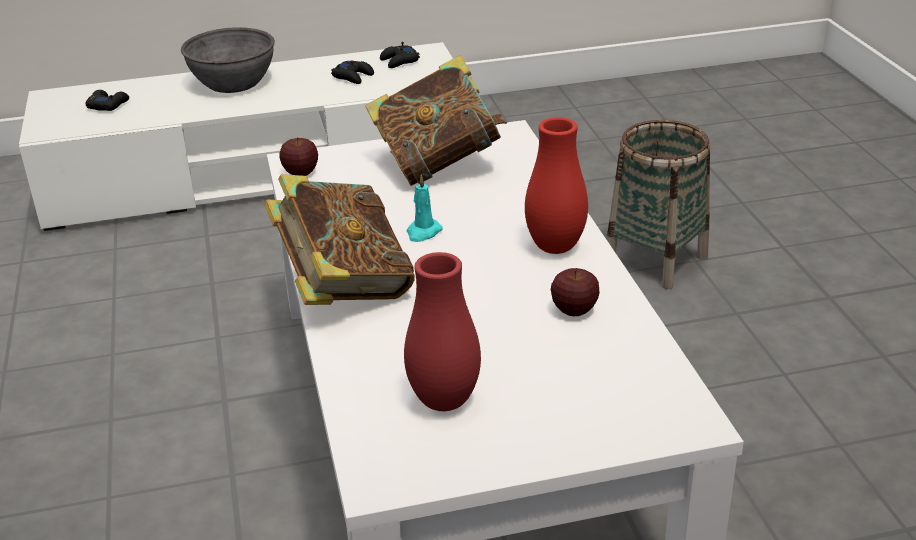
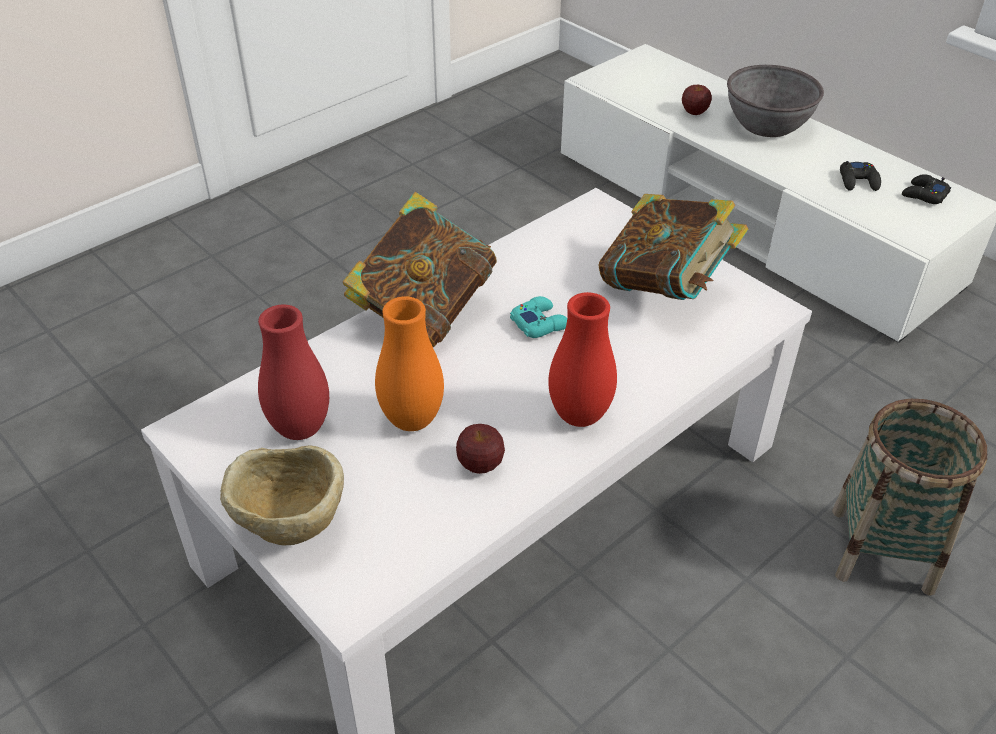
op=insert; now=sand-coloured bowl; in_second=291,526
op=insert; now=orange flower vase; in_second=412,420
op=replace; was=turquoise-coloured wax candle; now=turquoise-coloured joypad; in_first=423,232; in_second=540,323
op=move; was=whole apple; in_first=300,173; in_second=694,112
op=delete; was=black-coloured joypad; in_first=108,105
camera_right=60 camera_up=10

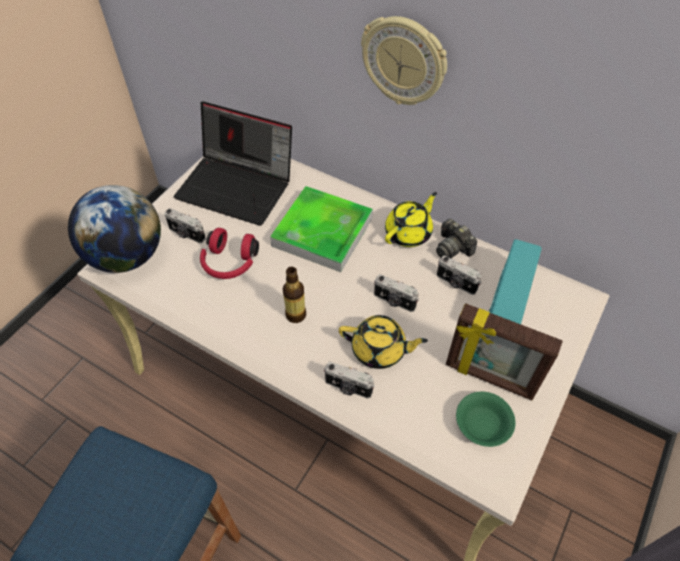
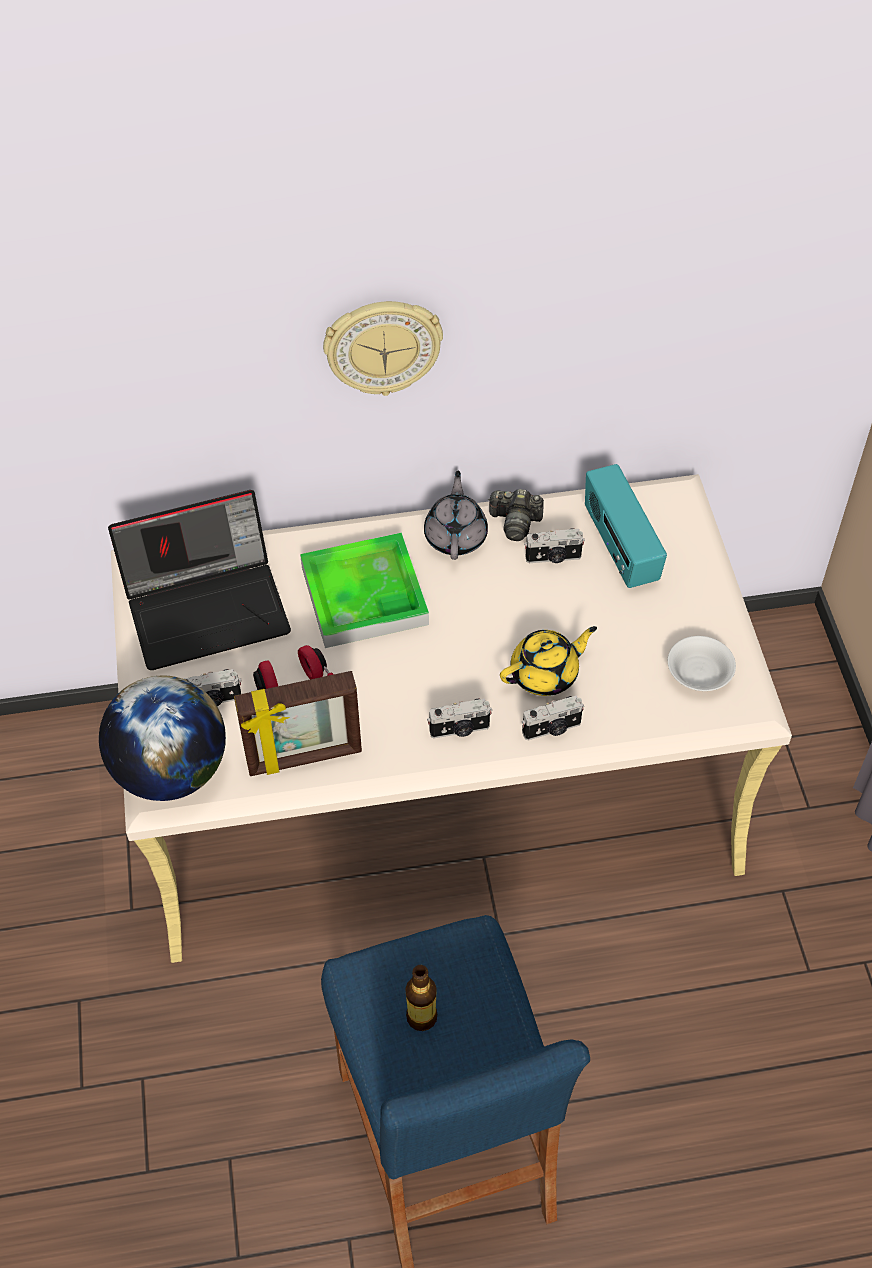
op=move; was=picture frame; in_first=489,378; in_second=304,758
op=move; was=bottle; in_first=295,315; in_second=421,1017
op=recolor; was=yellow tea pot; now=gray tea pot; in_first=409,233; in_second=456,536
op=move; was=photo camera; in_first=394,301; in_second=460,730
op=recolor; was=green-coloured bowl; now=whitish bowl; in_first=481,424; in_second=698,674
camera_right=-40 camera_up=0

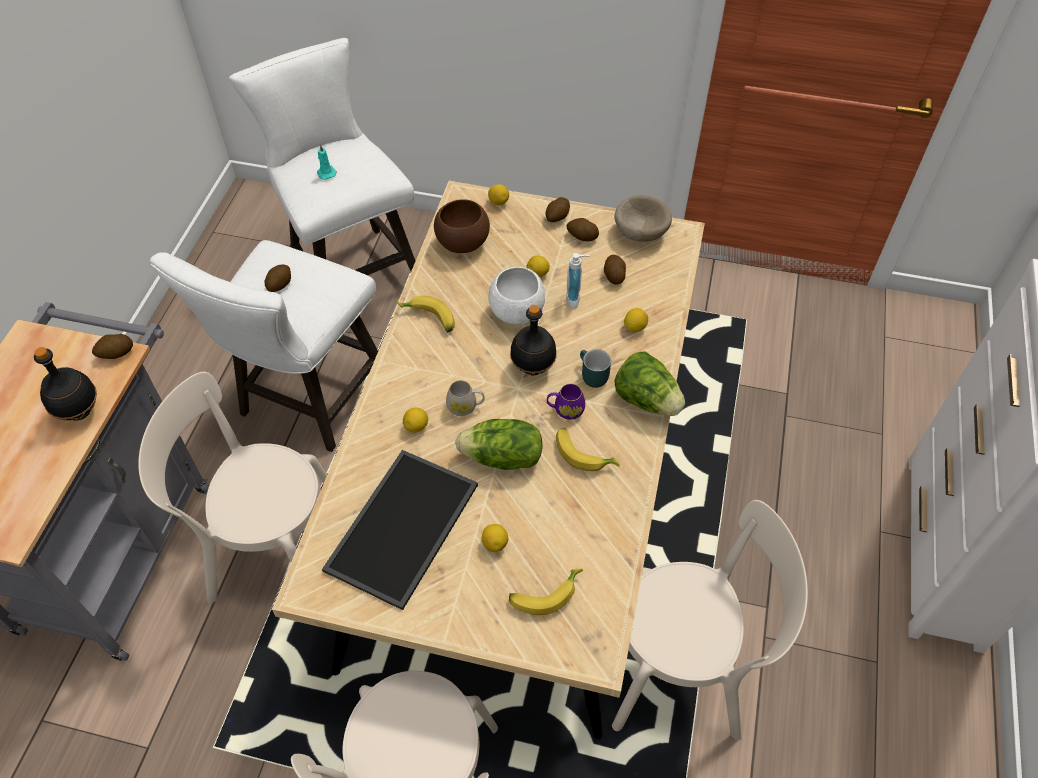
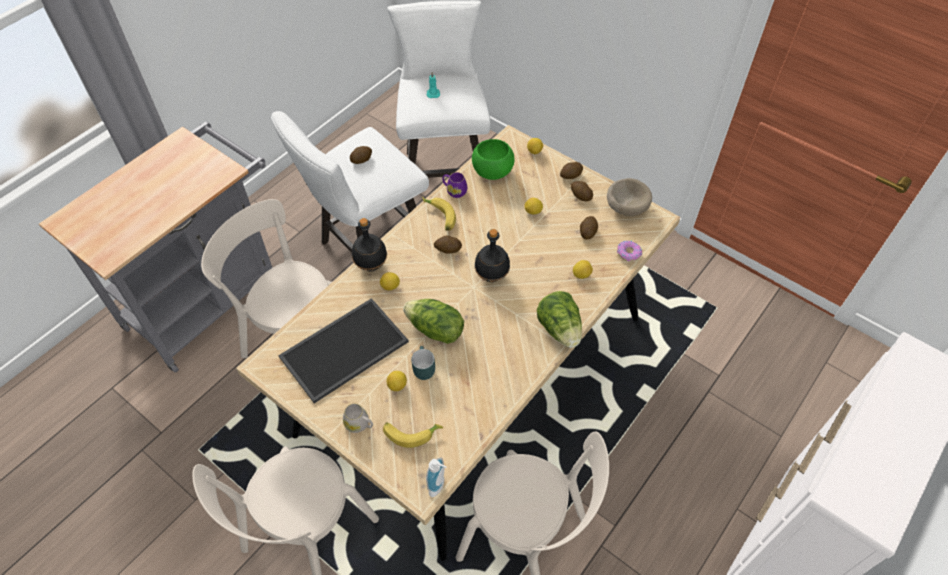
op=move; was=whitish coffee mug; in_first=465,406; in_second=360,424
op=move; was=black-coloured bottle; in_first=80,411; in_second=371,265
op=move; was=turquoise-coloured coffee mug; in_first=590,376; in_second=422,368
op=move; was=liquid soap bottle; in_first=576,299; in_second=439,487
op=move; was=potato; in_first=116,354; in_second=448,250
op=move; was=purplish coffee mug; in_first=565,410; in_second=454,191
op=recolor; was=brown bowl; now=green-coloured bowl; in_first=462,243; in_second=492,172
op=insert; now=donut; in_second=628,253
op=delete; was=whitish bowl; in_first=517,312
op=delete; was=whole banana; in_first=584,454
camera_right=25 camera_up=0

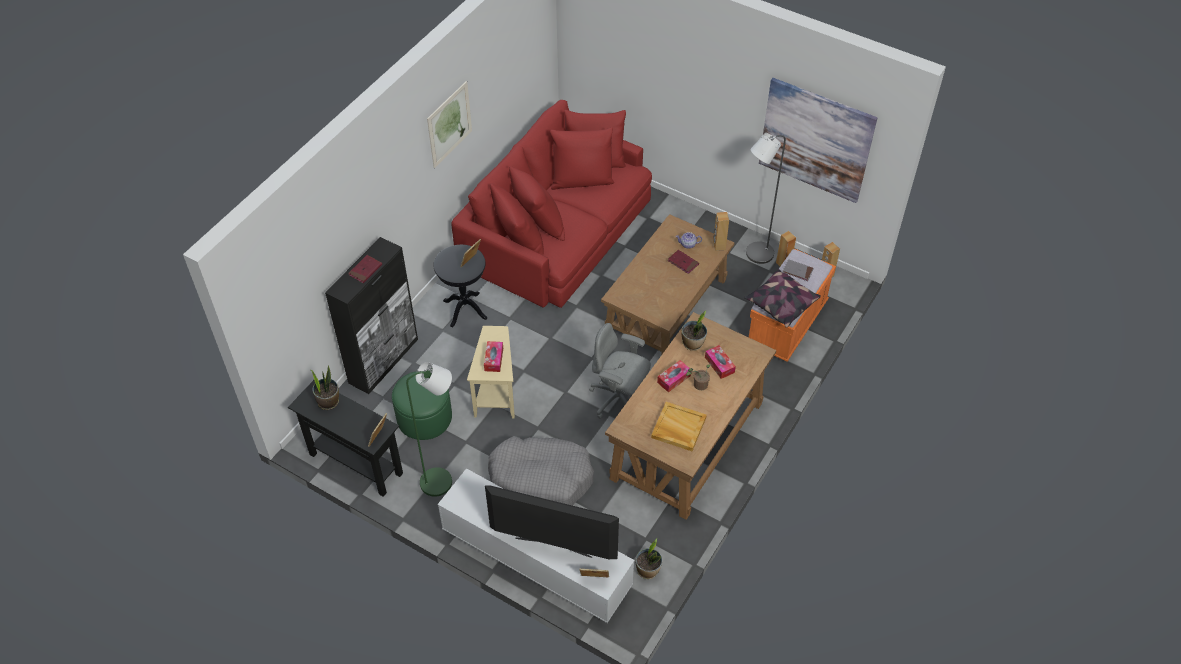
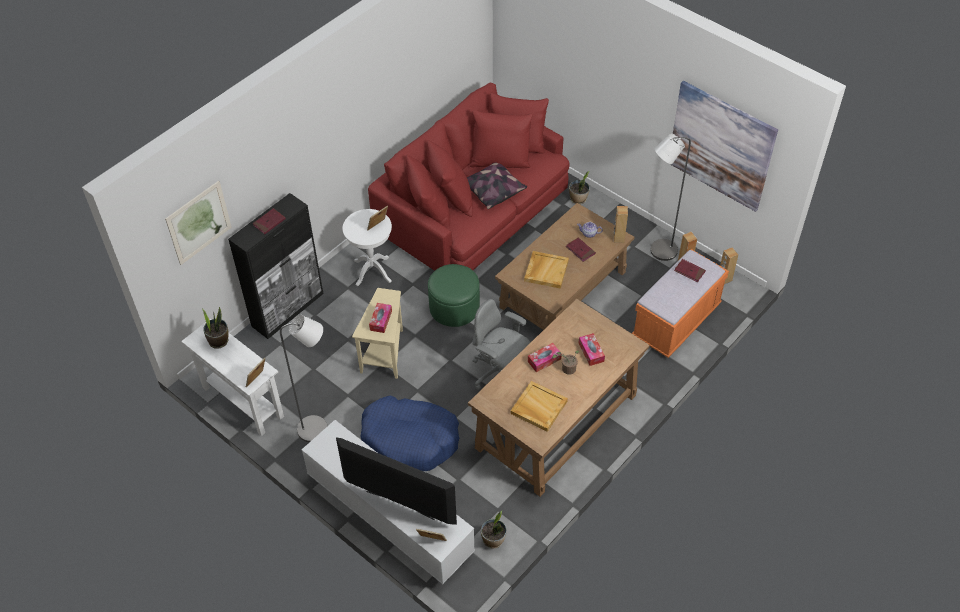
op=move; was=wall picture; in_first=449,124; in_second=199,222
op=recolor; was=black-coloured hall table; now=whitish hall table; in_first=356,463; in_second=243,402
op=recolor; was=green-coloured standard lamp; now=gray standard lamp; in_first=442,481; in_second=318,429
op=recolor; was=black-coloured end table; now=whitish end table; in_first=465,309; in_second=372,271
op=recolor; was=gray dog bed; now=bluish dog bed; in_first=540,480; in_second=410,440
op=move; was=green-coloured ottoman; in_first=424,417; in_second=454,307
op=move; was=throw pillow; in_first=780,304; in_second=492,191
op=insert; now=sand-coloured tray; in_second=546,270
op=move; was=plant in a pot; in_first=693,344; in_second=578,199
op=recolor; was=gray bound book; now=red bound book; in_first=797,271; in_second=689,271
camera_right=10 camera_up=0

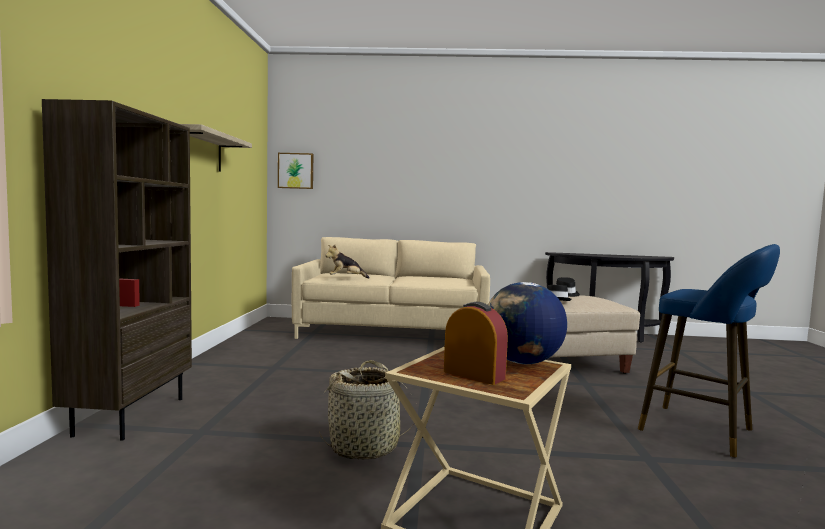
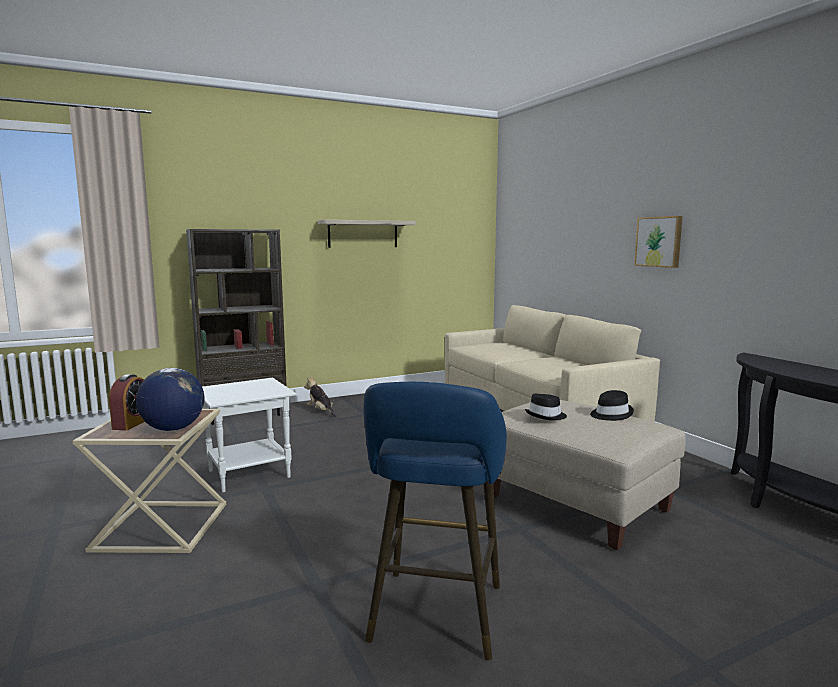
op=replace; was=household basket; now=whitish end table; in_first=365,446; in_second=248,474
op=move; was=plush toy; in_first=346,278; in_second=321,412
op=move; was=wall picture; in_first=296,171; in_second=659,241
camera_right=60 camera_up=5

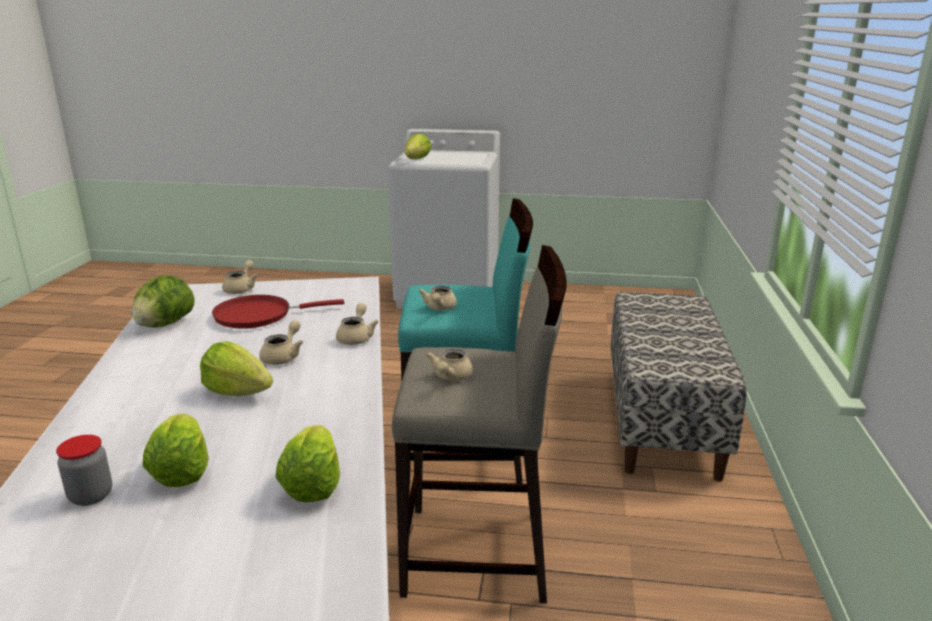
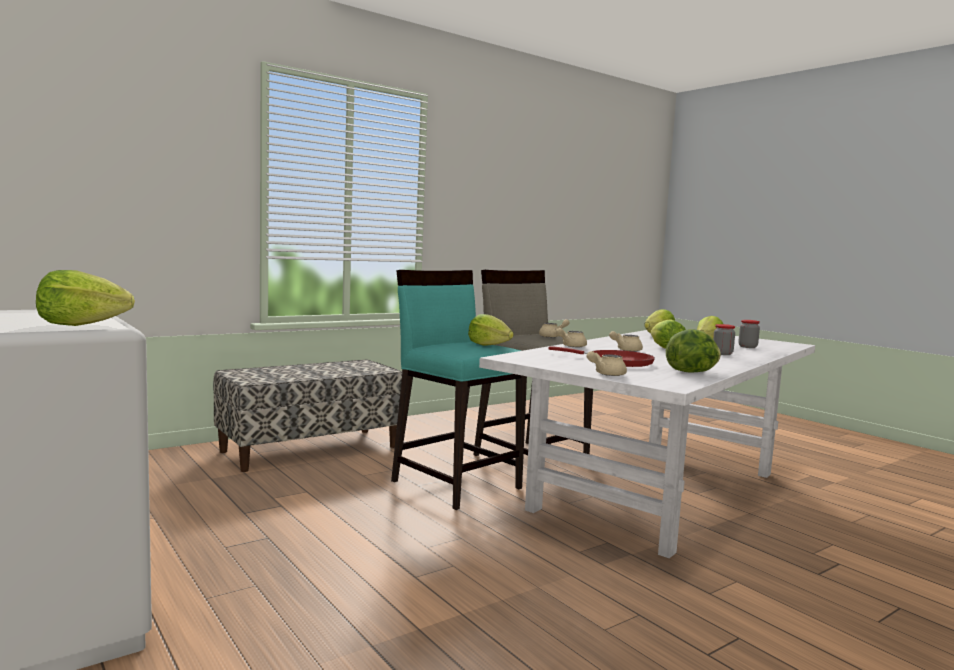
op=replace; was=sand-coloured tea pot; now=lettuce head; in_first=439,308; in_second=488,345
op=insert; now=preserve jar; in_second=722,354
camera_right=-135 camera_up=-15

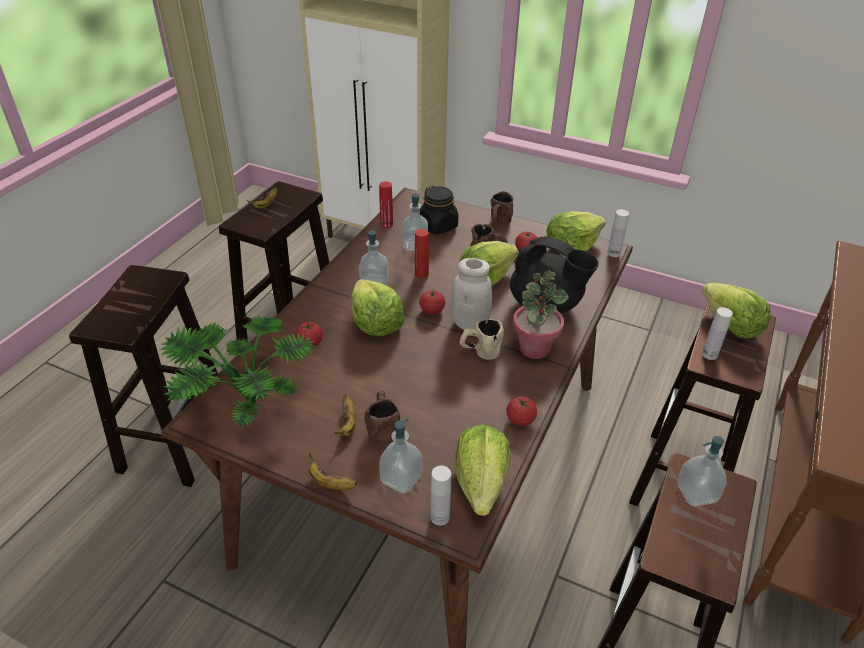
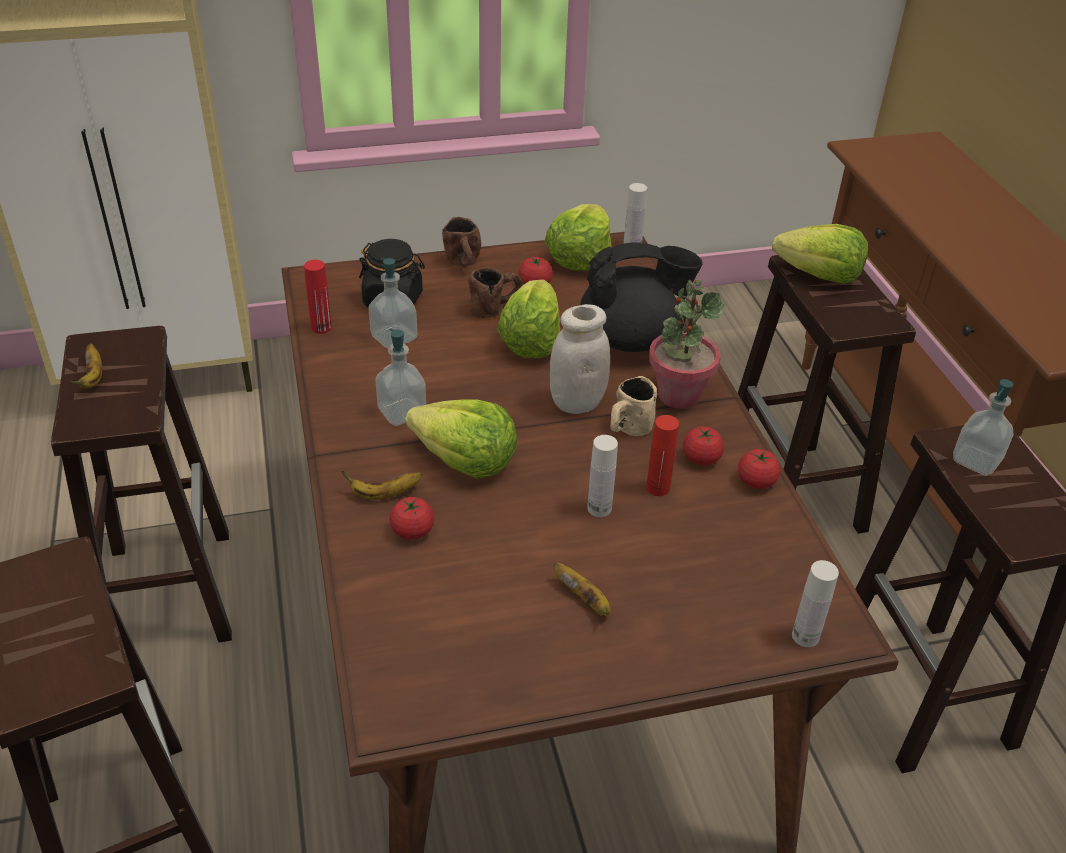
op=move; was=whole banana; in_first=330,483; in_second=384,494
op=move; was=whitish bottle; in_first=709,354; in_second=599,508
op=move; was=red bottle; in_first=421,274; in_second=658,488
op=move; was=fresh tomato; in_first=432,310; in_second=701,458
op=delete; was=plant in a pot; in_first=244,402
op=delete; was=brown coffee mug; in_first=382,427
op=delete; was=liquid soap bottle; in_first=401,479
op=delete; was=lettuce head; in_first=481,483
camera_right=-40 camera_up=0

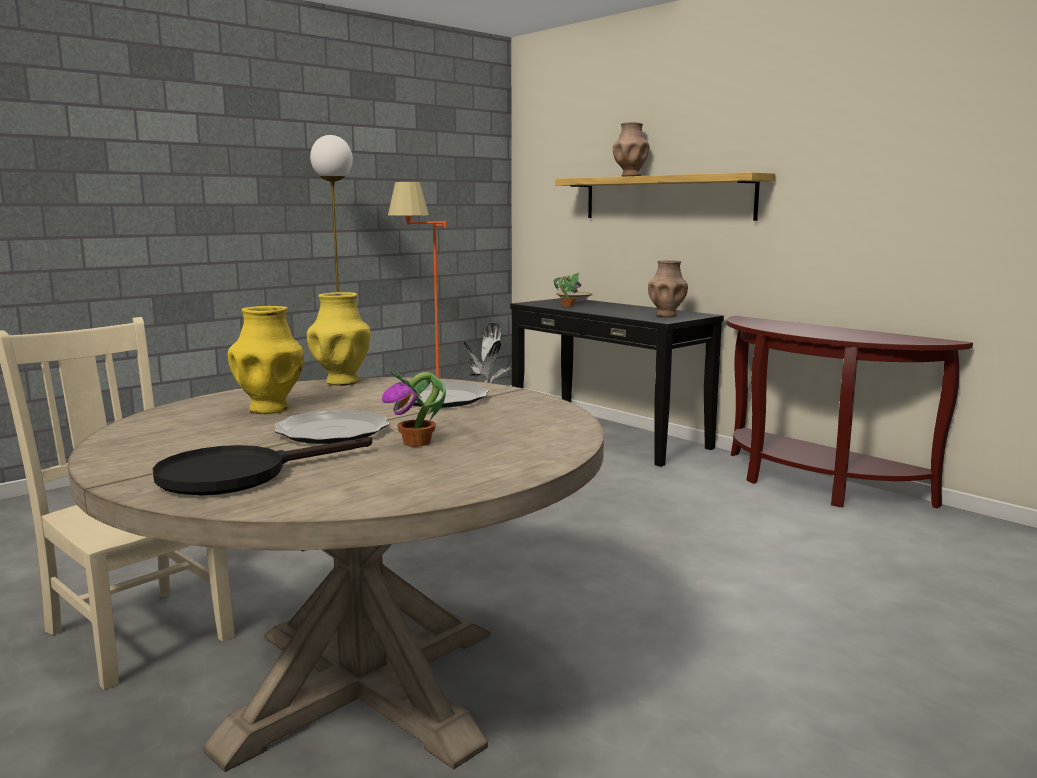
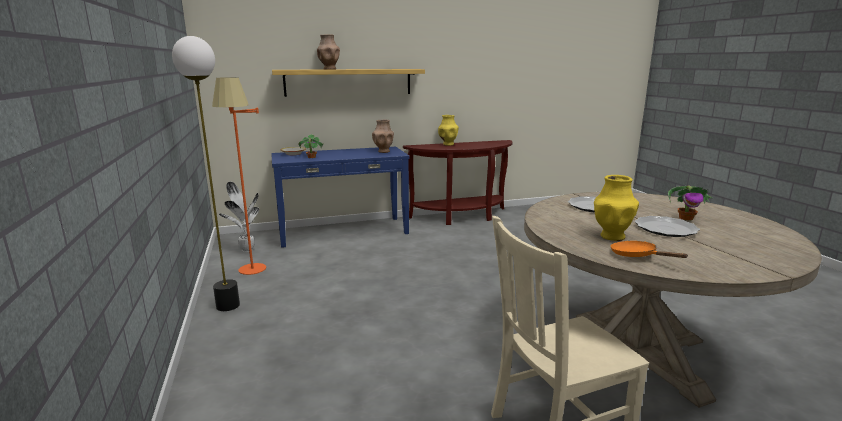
op=recolor; was=black-coloured hall table; now=bluish hall table; in_first=608,435; in_second=343,231
op=move; was=yellow flower vase; in_first=342,382; in_second=448,144
op=insert; now=orange skillet; in_second=637,256
op=delete; was=black-coloured skillet; in_first=239,474
camera_right=-65 camera_up=5

